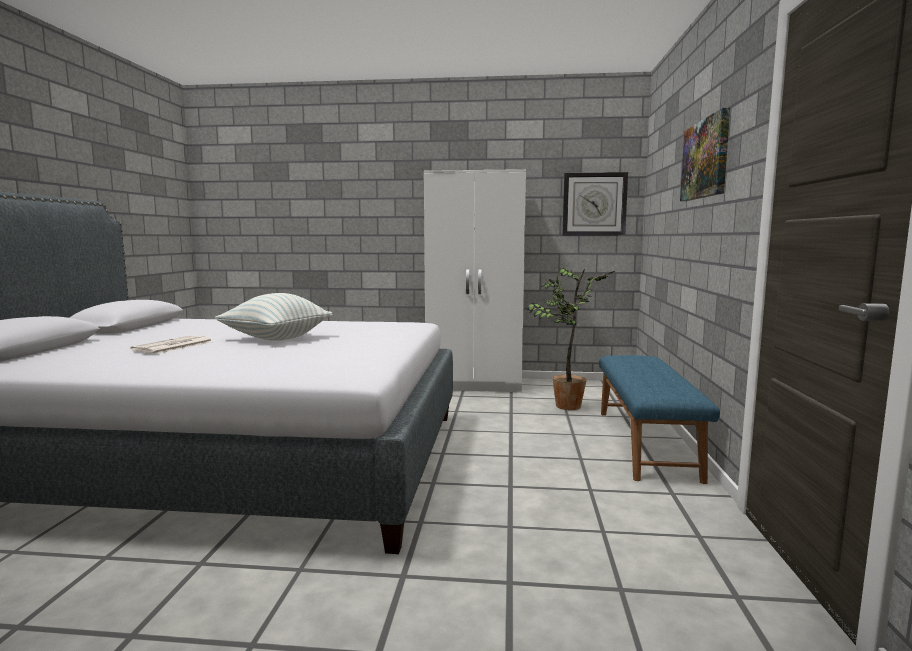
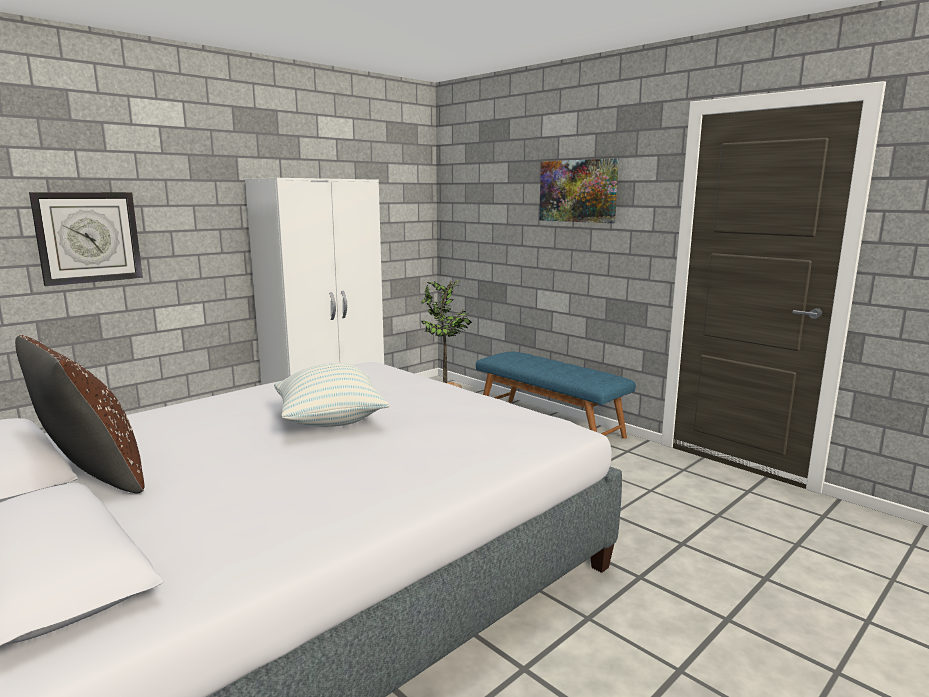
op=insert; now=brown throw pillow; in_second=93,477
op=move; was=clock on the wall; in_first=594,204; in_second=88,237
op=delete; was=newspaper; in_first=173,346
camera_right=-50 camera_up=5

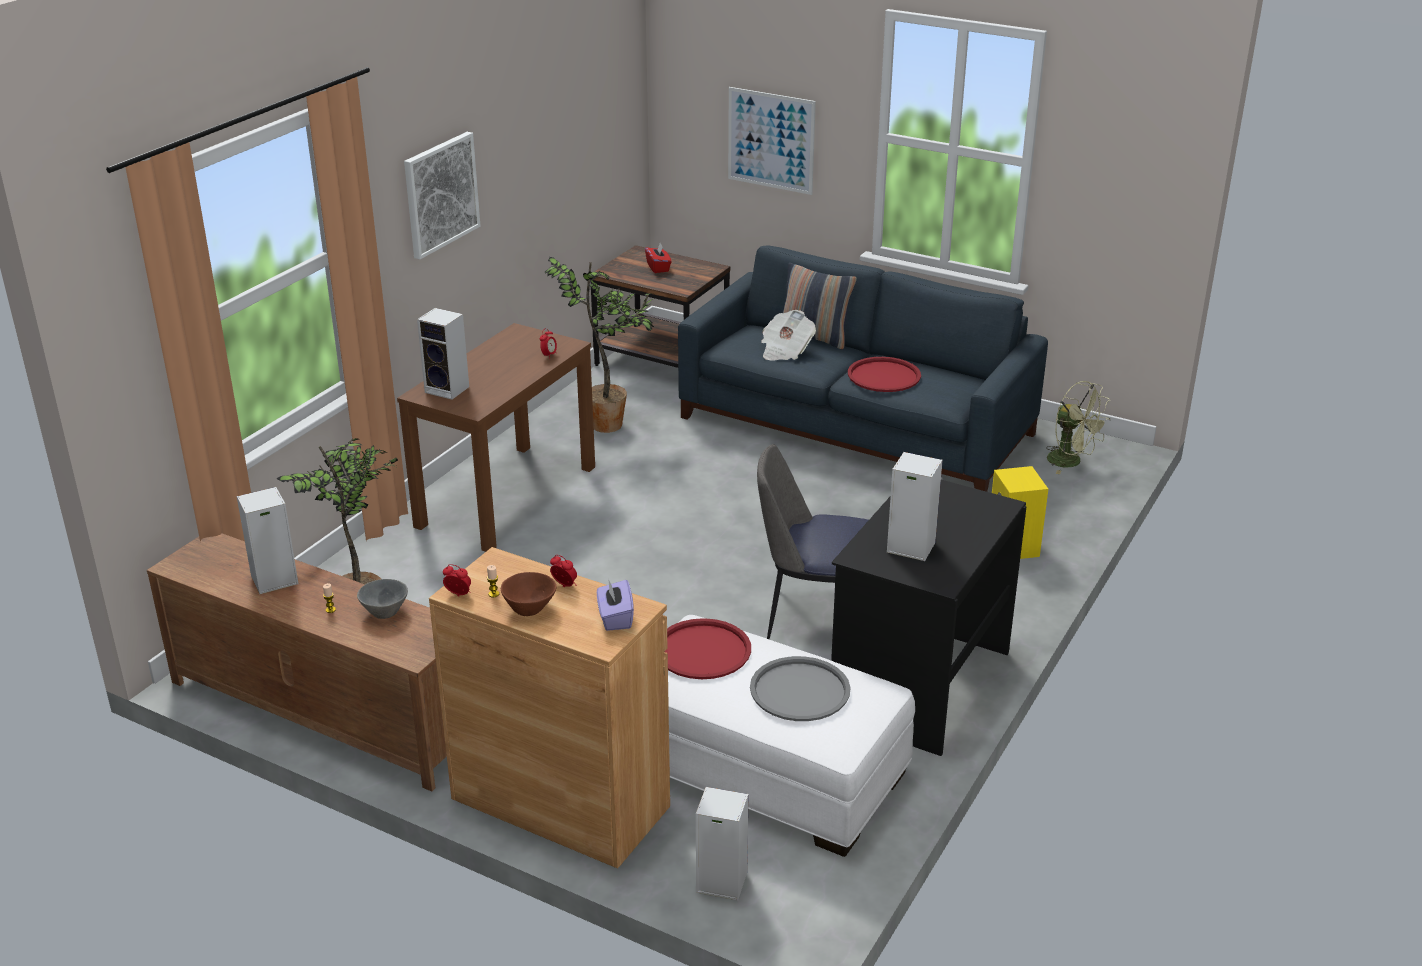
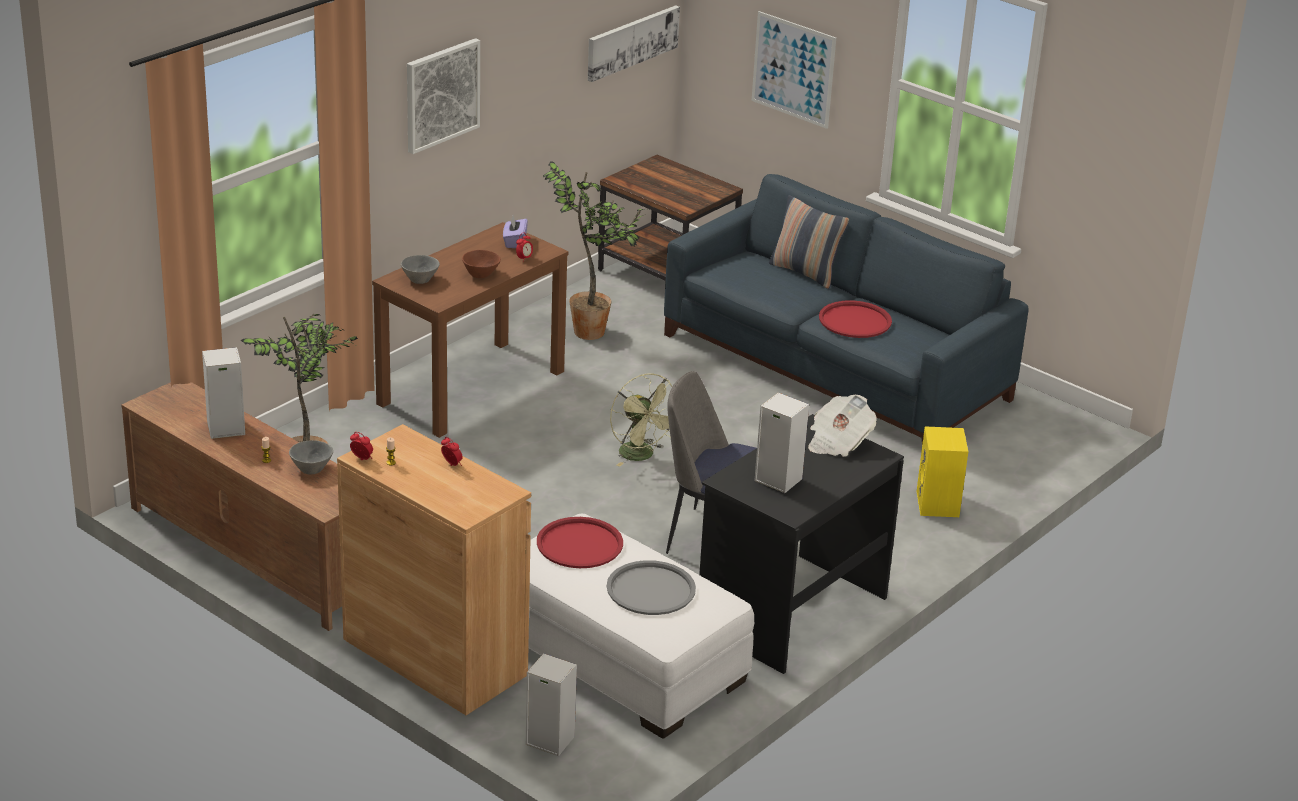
op=replace; was=audio speaker; now=gray bowl; in_first=449,389; in_second=421,279
op=move; was=brown bowl; in_first=531,608; in_second=482,274
op=move; was=purplish tissue holder; in_first=615,618; in_second=515,242
op=insert; now=wall picture; in_second=632,42
op=move; was=green-coloured cooling fan; in_first=1071,462; in_second=642,456
op=move; was=newspaper; in_first=785,350; in_second=838,442
op=delete; was=red tissue holder; in_first=658,268
camera_right=10 camera_up=0

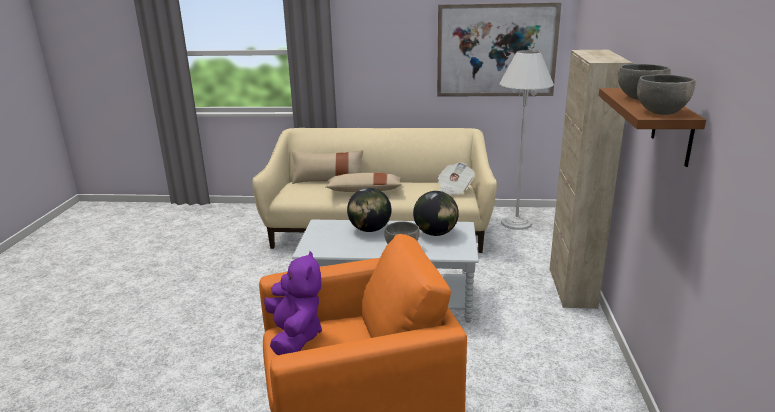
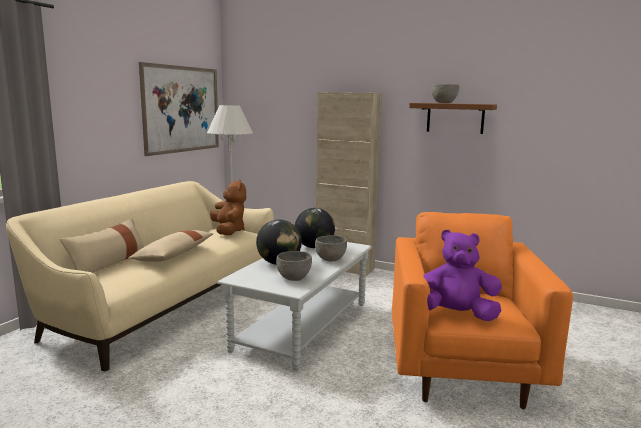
op=replace; was=newspaper; now=brown plush toy; in_first=454,189; in_second=228,231
op=move; was=gray bowl; in_first=661,112; in_second=294,278
camera_right=-70 camera_up=-10

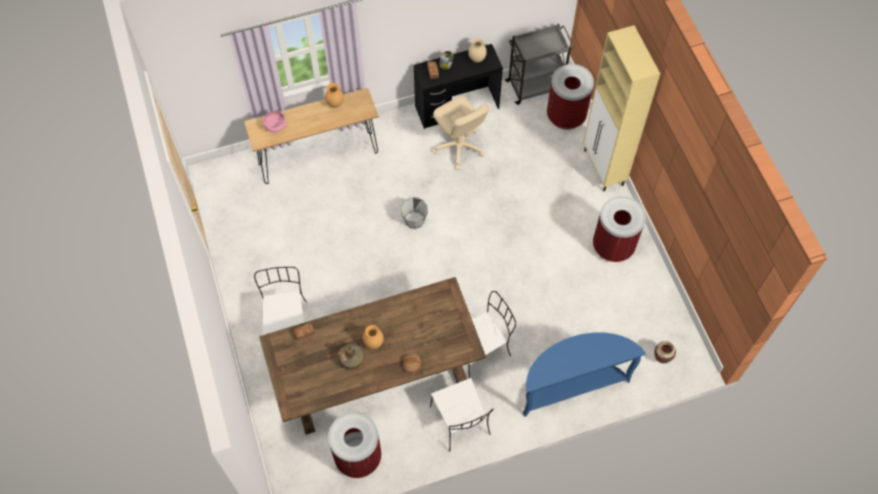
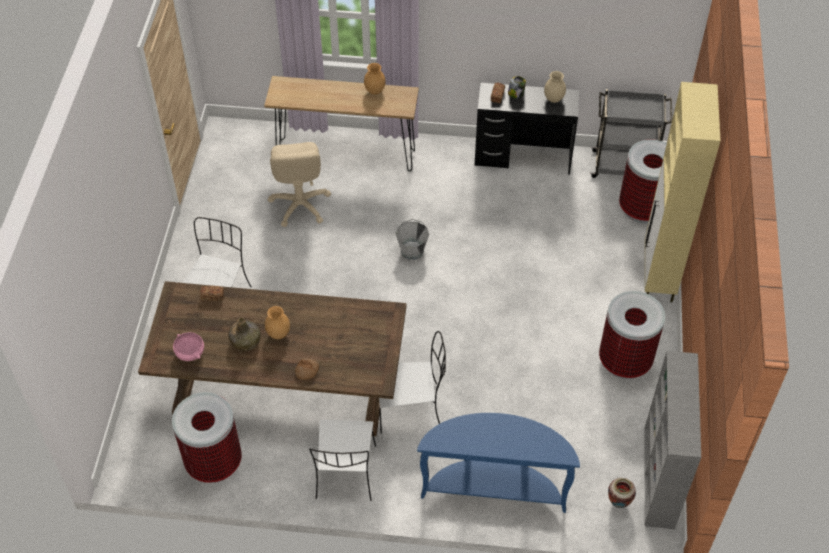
op=move; was=pinkish bowl; in_first=275,127; in_second=190,353
op=move; was=sand-coloured office chair; in_first=458,147; in_second=300,205
op=insert; now=gray bookshelf; in_second=659,478
camera_right=25 camera_up=-10

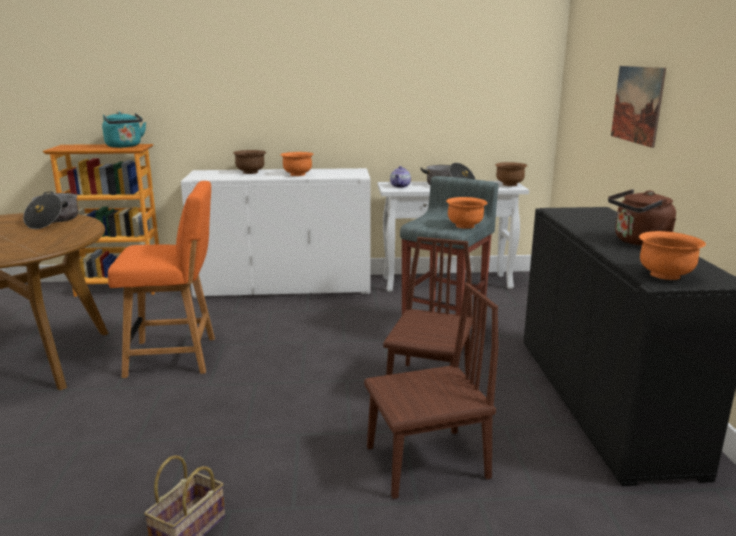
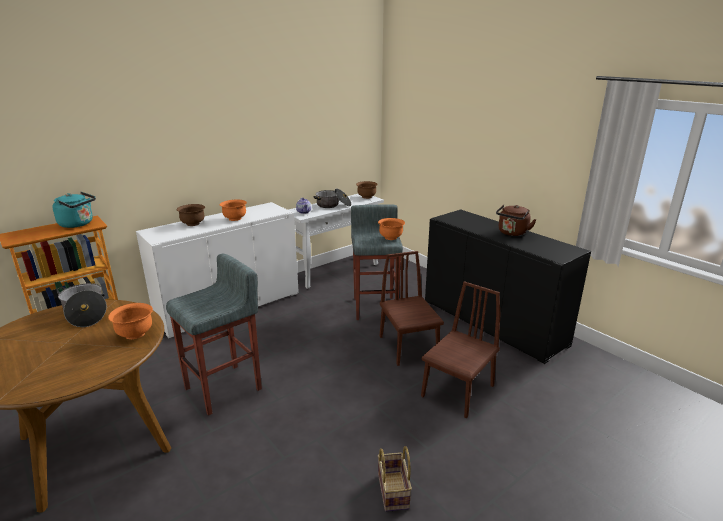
op=move; was=orange bowl; in_first=665,275; in_second=135,334
op=replace; was=orange plain chair; now=gray sitting stool; in_first=177,356; in_second=225,389
op=delete; was=wall picture; in_first=637,104
camera_right=-35 camera_up=5

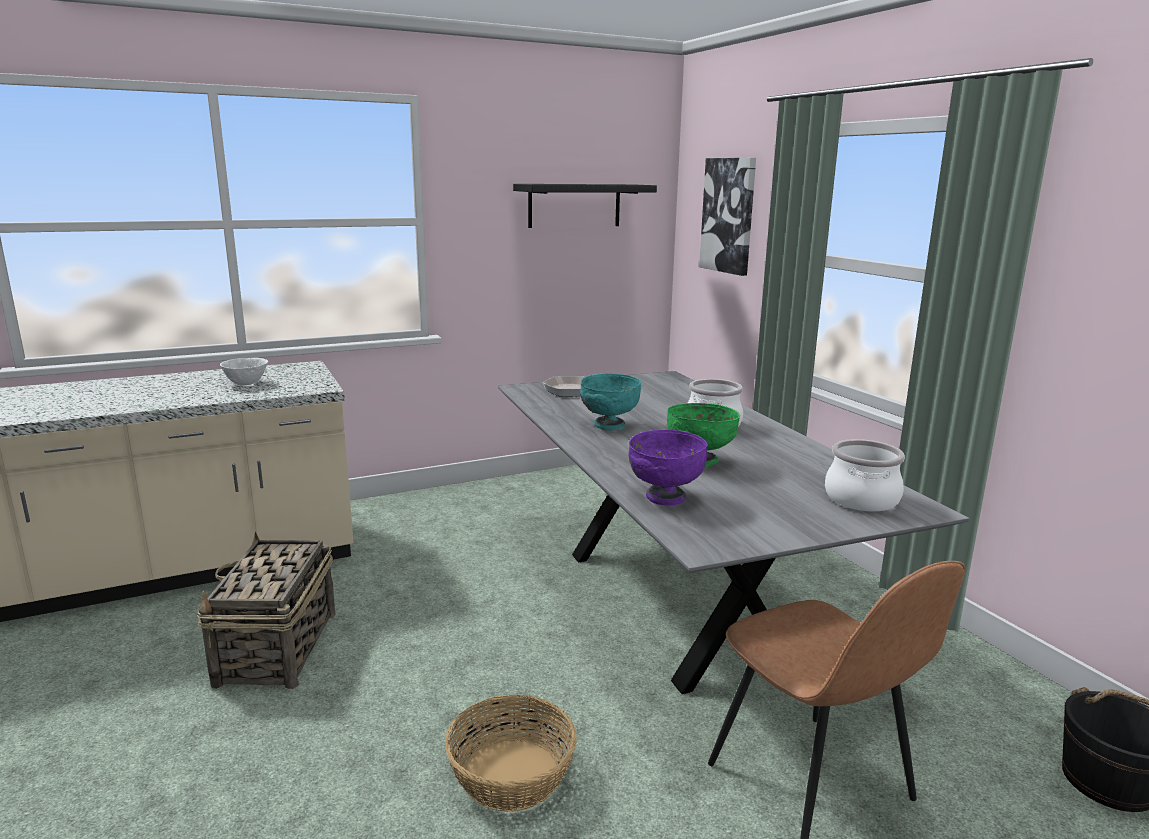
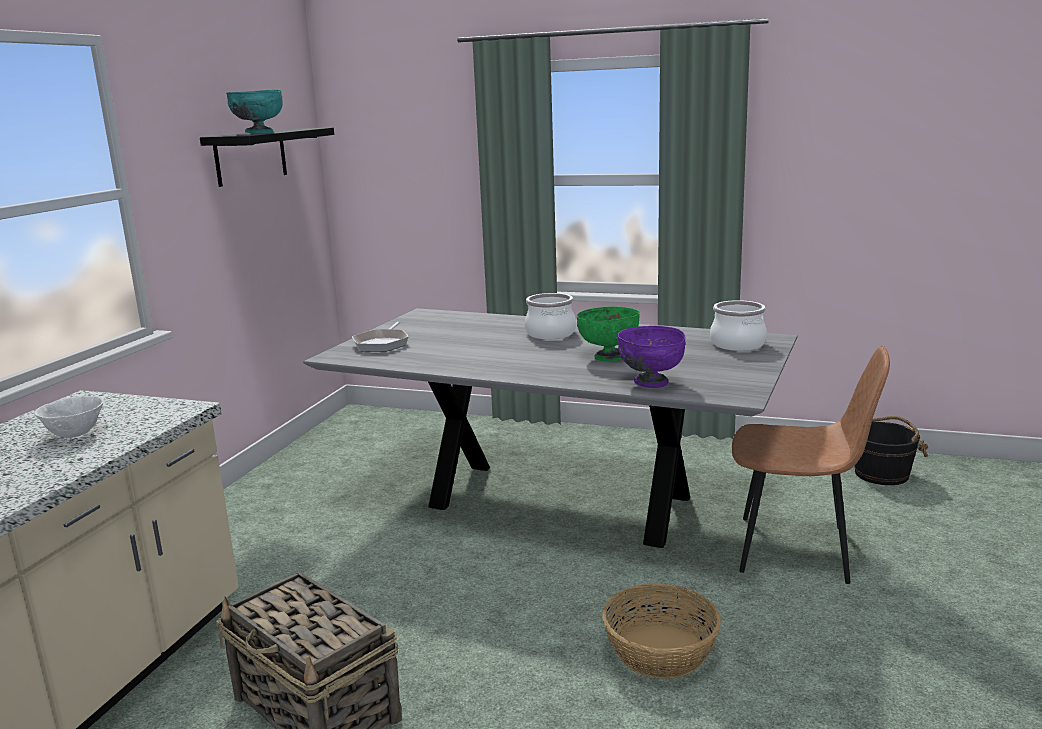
op=move; was=turquoise-coloured bowl; in_first=608,426; in_second=259,133
op=delete; was=wall picture; in_first=729,215
camera_right=-45 camera_up=0

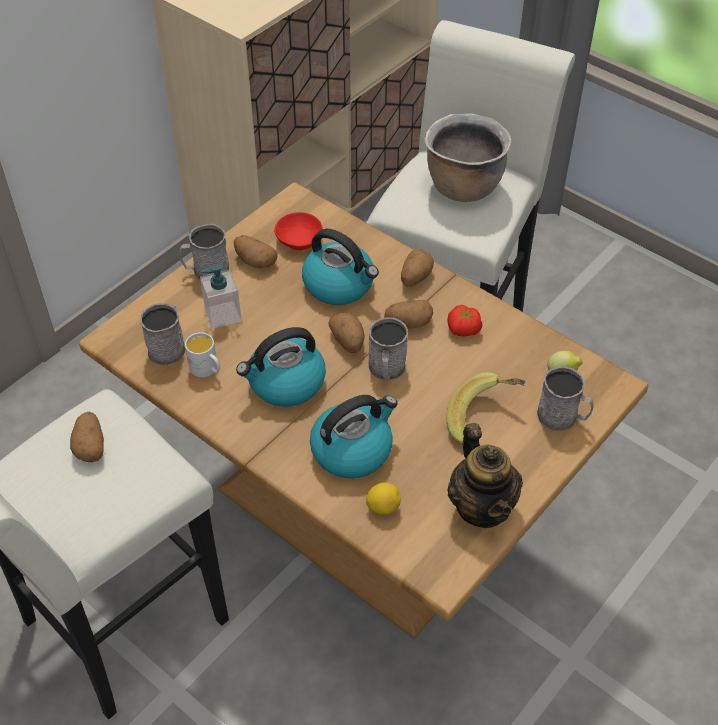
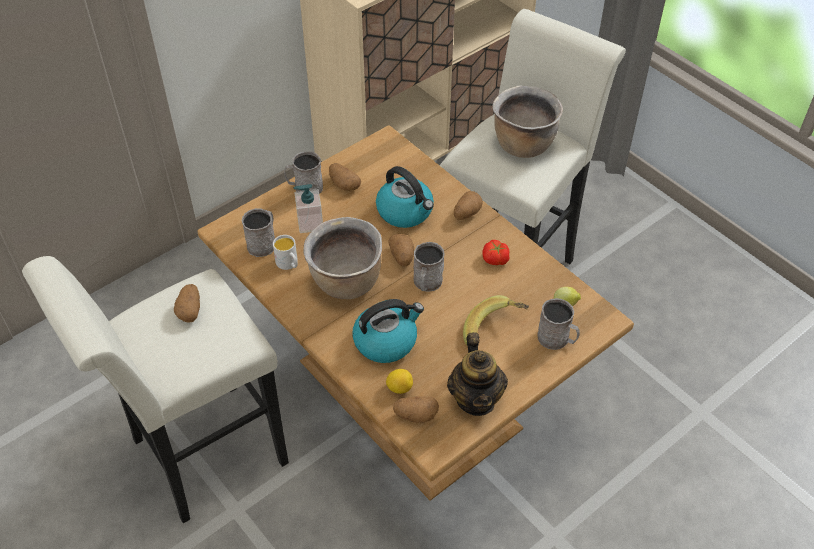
op=replace; was=water kettle; now=brown cooking pot; in_first=285,383; in_second=346,283
op=move; was=potato; in_first=408,323; in_second=415,415
op=delete; was=red bowl; in_first=301,240
camera_right=10 camera_up=0

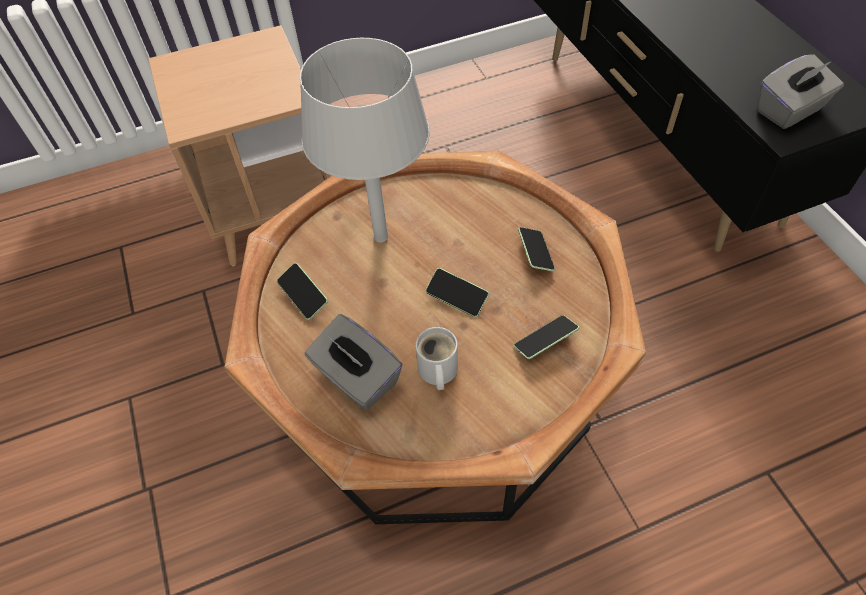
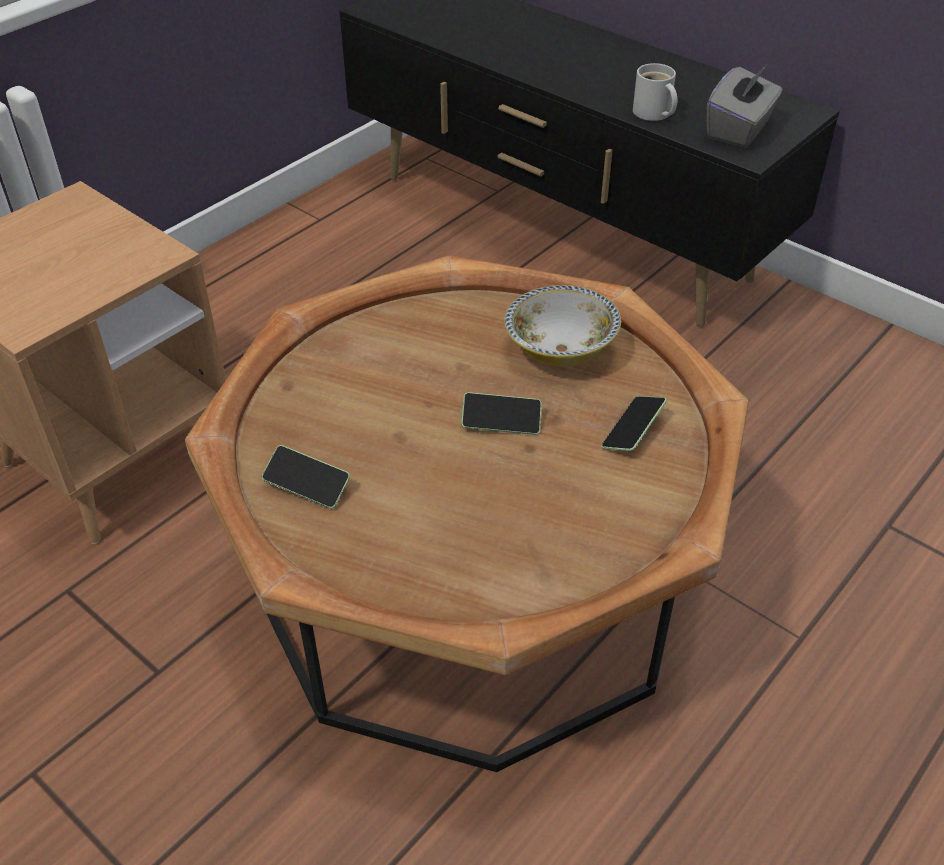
op=replace; was=phone; now=bowl; in_first=535,254; in_second=560,349
op=move; was=whitish coffee mug; in_first=436,371; in_second=652,114
op=delete; was=gray table lamp; in_first=380,237
op=delete; was=gray tissue holder; in_first=357,378
camera_right=-30 camera_up=-10

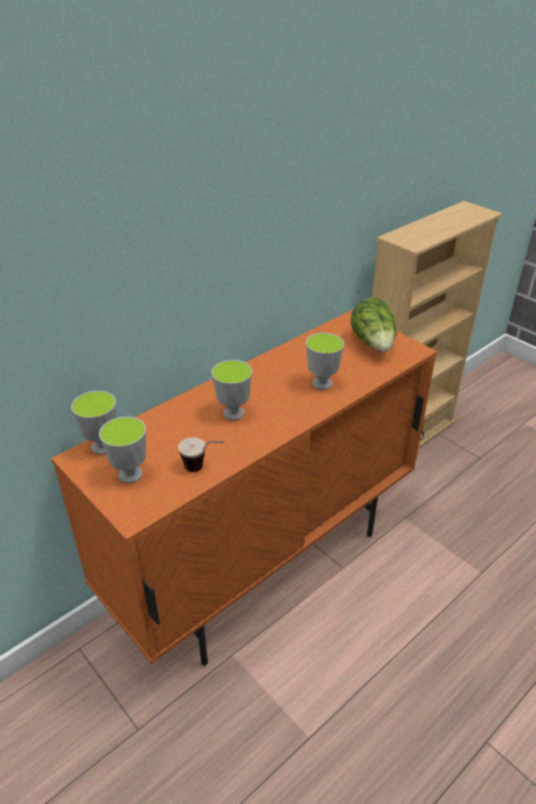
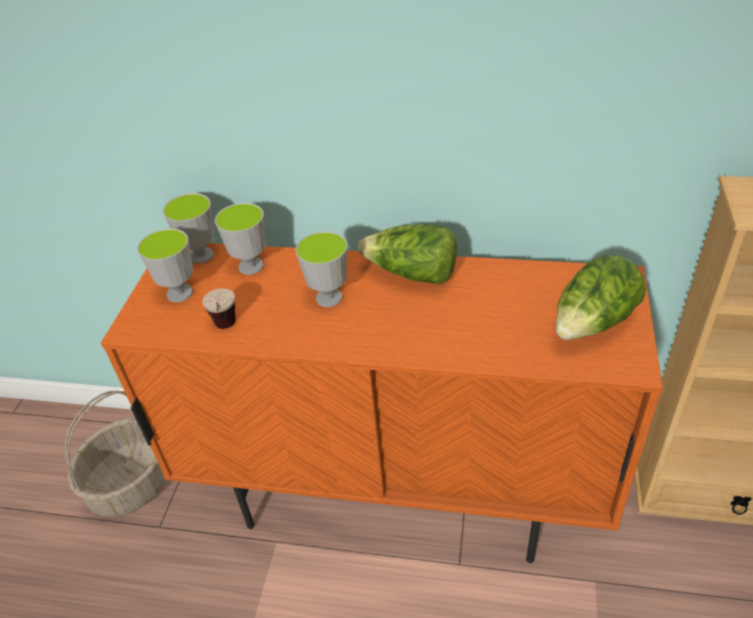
op=insert; now=household basket; in_second=132,483
op=move; was=drinking cup; in_first=322,383; in_second=251,266
op=insert; now=lettuce head; in_second=412,274
camera_right=55 camera_up=5

